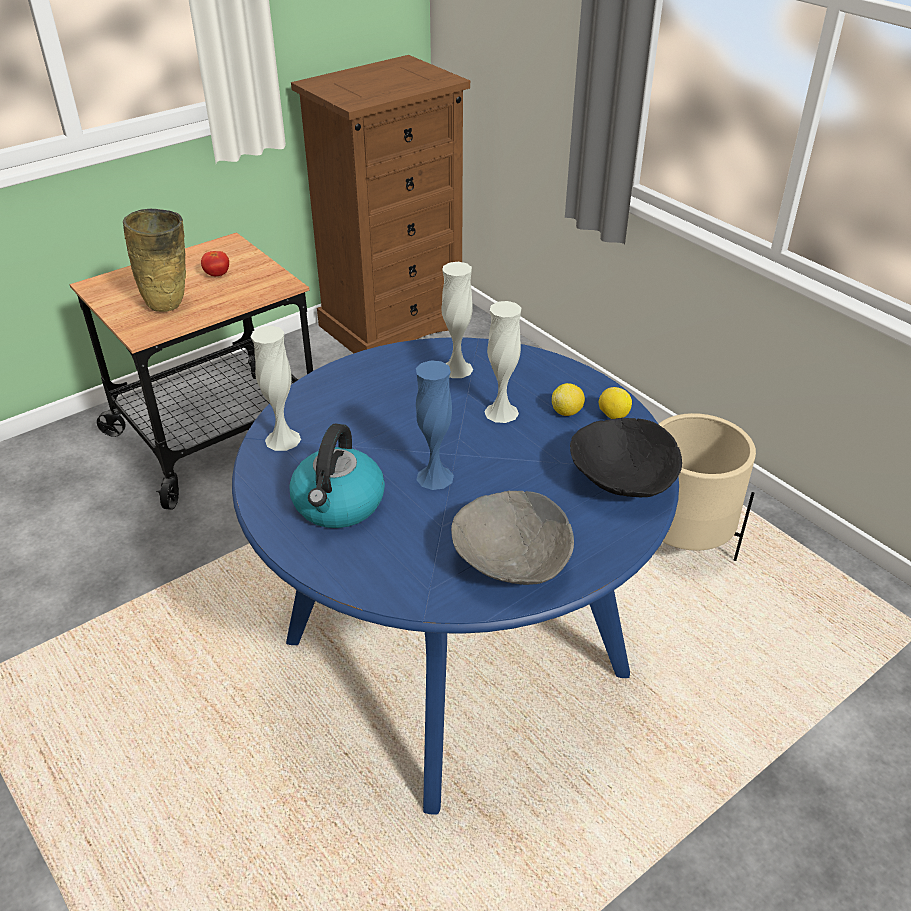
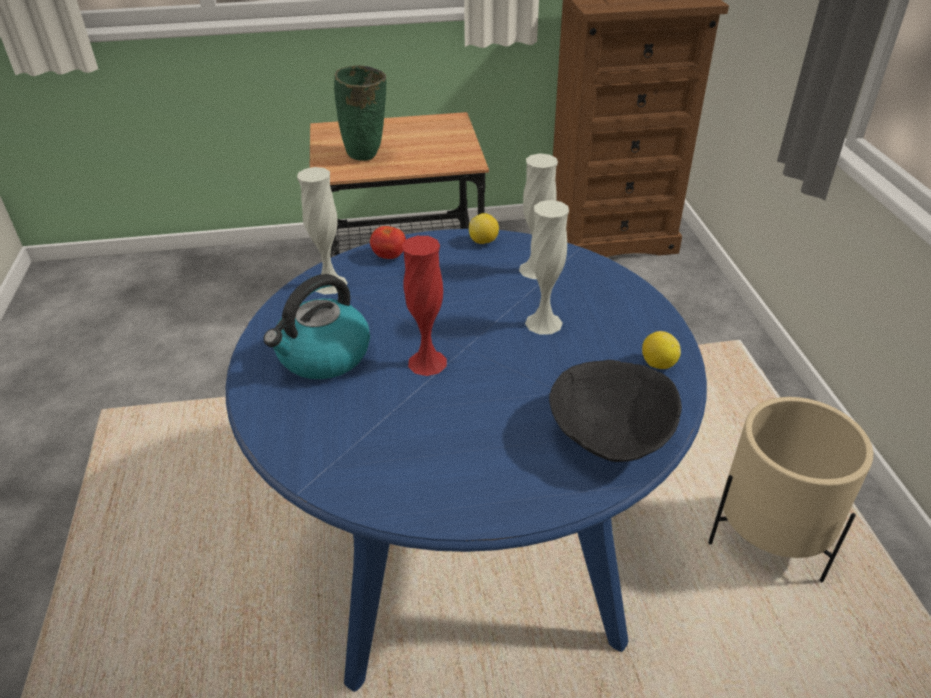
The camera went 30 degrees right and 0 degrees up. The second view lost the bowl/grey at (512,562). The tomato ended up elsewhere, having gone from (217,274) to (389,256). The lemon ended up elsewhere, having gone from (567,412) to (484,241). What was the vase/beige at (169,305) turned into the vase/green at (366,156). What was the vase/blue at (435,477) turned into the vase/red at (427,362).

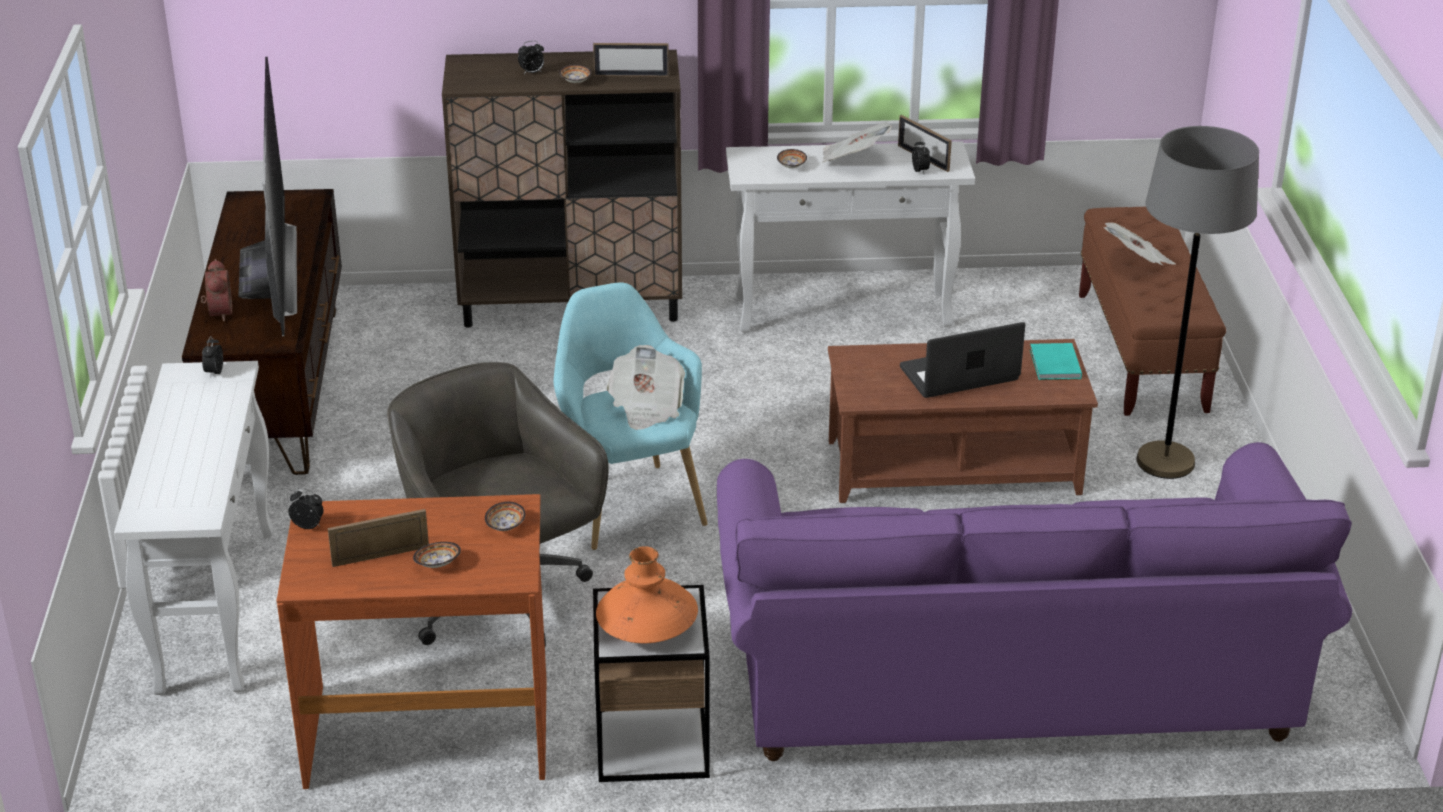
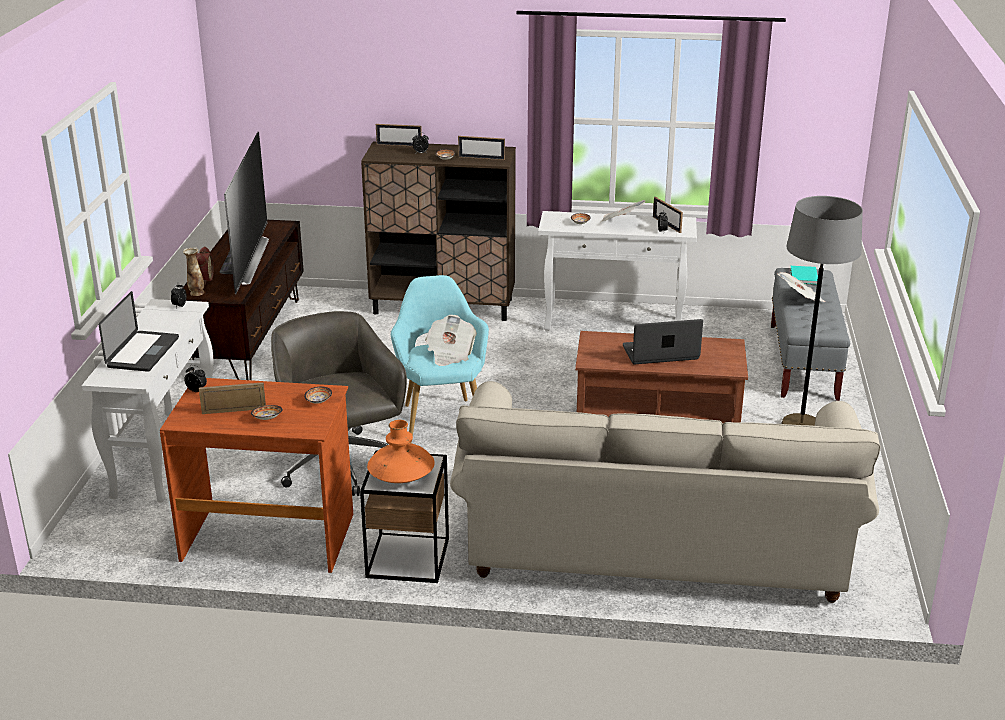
The camera went 10 degrees right and 5 degrees down. The second view gained the laptop at (143,352). The second view gained the vase at (196,293). The second view gained the picture frame at (399,145). The book/turquoise ended up elsewhere, having gone from (1054,365) to (803,277). What was the sofa/purple at (1007,678) turned into the sofa/beige at (654,544). What was the bench/brown at (1141,353) turned into the bench/grey at (803,362).

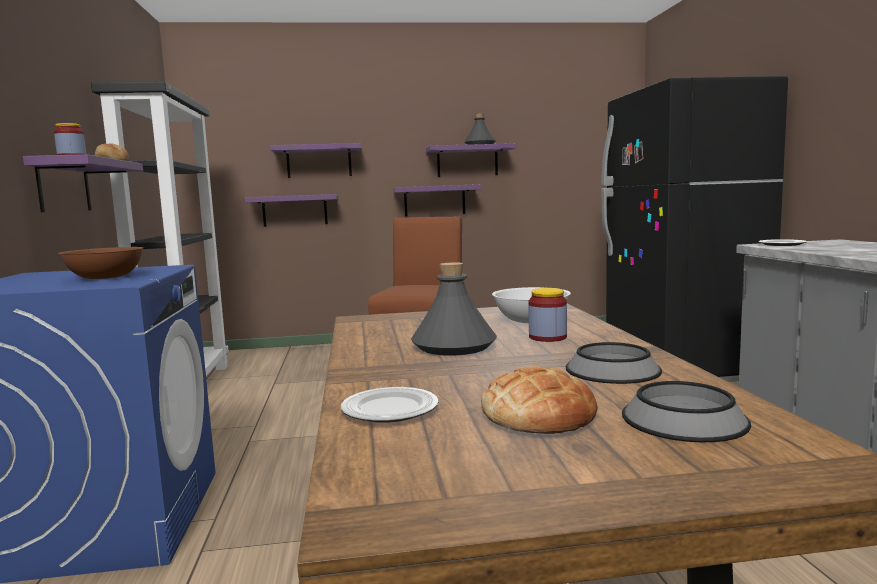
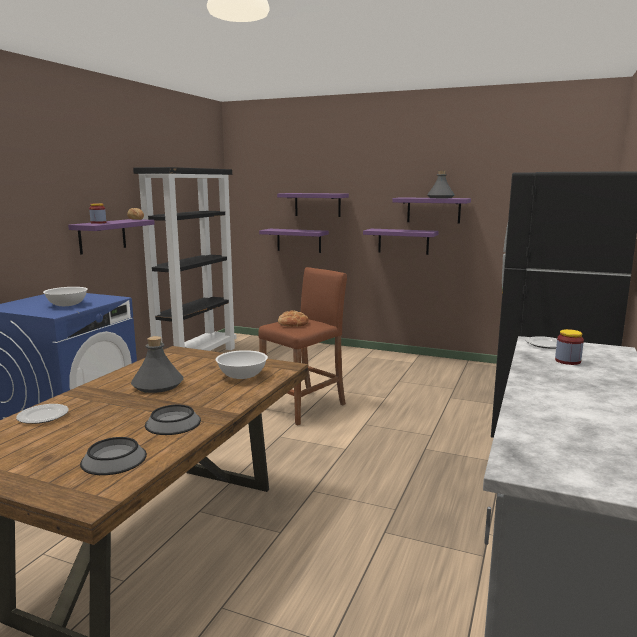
The camera went 30 degrees right and 5 degrees up. The bread ended up elsewhere, having gone from (538,415) to (293,323). The jar ended up elsewhere, having gone from (547,337) to (567,361). What was the bowl/brown at (105,277) turned into the bowl/white at (67,305).

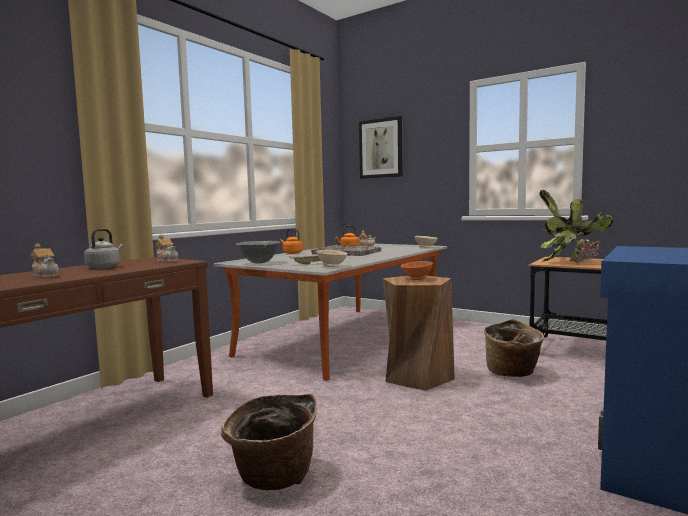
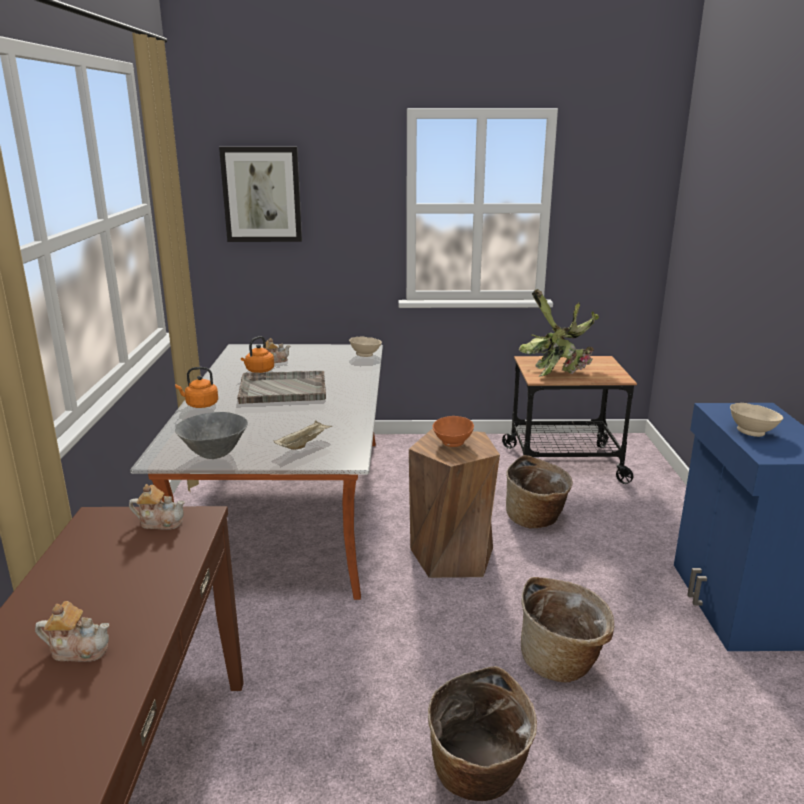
The camera went 35 degrees left and 15 degrees up. The second view lost the kettle/grey at (104,267). The second view gained the basket at (562,662). The bowl/beige ended up elsewhere, having gone from (332,266) to (753,432).

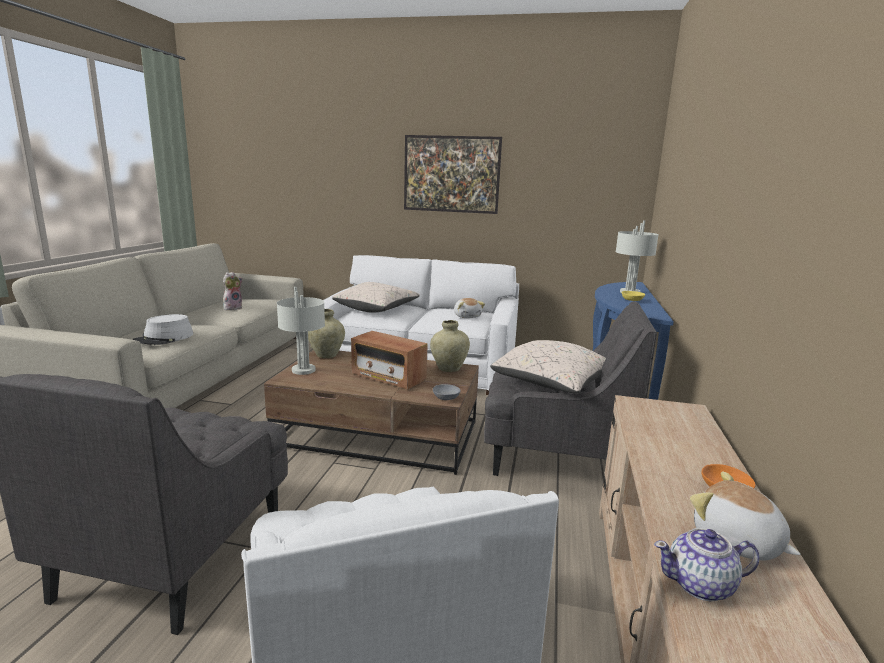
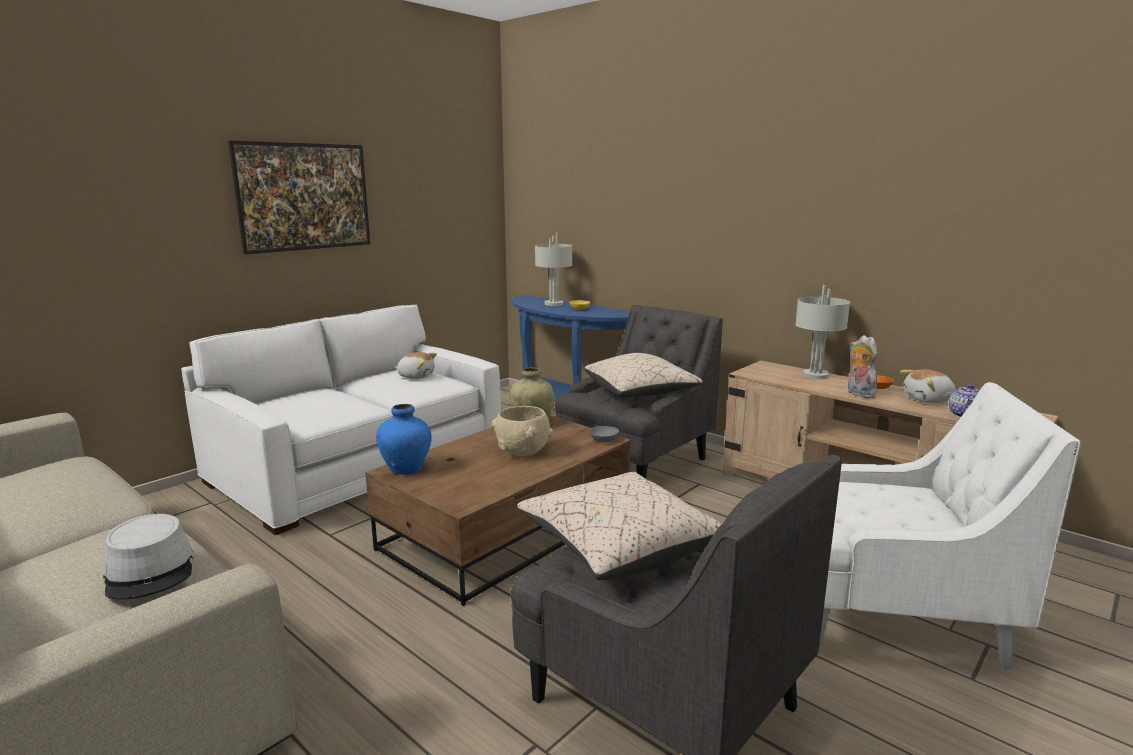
The camera went 60 degrees left and 0 degrees up. The plush toy ended up elsewhere, having gone from (233,308) to (858,394). The table lamp/grey ended up elsewhere, having gone from (304,370) to (815,375). The pillow/beige ended up elsewhere, having gone from (376,309) to (618,546). Where the radio stood at (388,377), the bowl/beige came to stand at (523,452). What was the vase/beige at (326,355) turned into the vase/blue at (406,469).

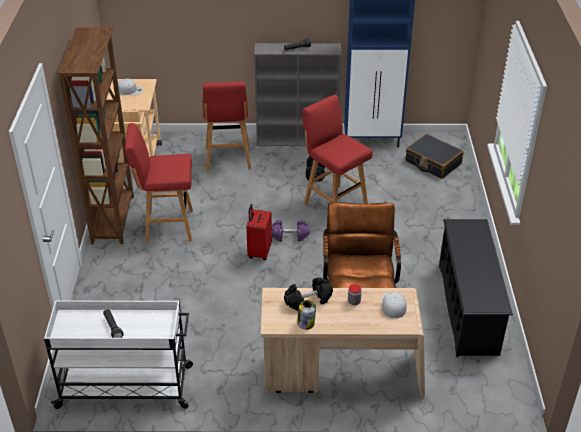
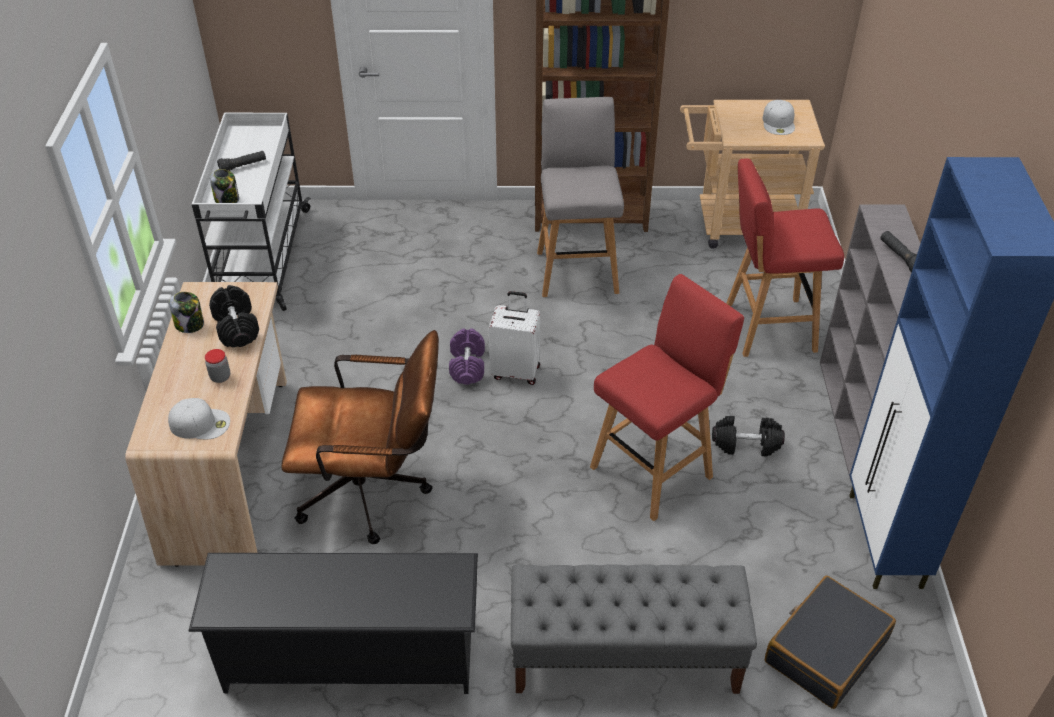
The camera went 90 degrees right and 5 degrees up. The second view gained the jar at (227,200). The second view gained the bench/grey at (624,657). The dumbbell/purple ended up elsewhere, having gone from (289,236) to (467,365). What was the stool/red at (167,226) turned into the stool/grey at (577,270). What was the suitcase/red at (259,252) turned into the suitcase/white at (516,371).

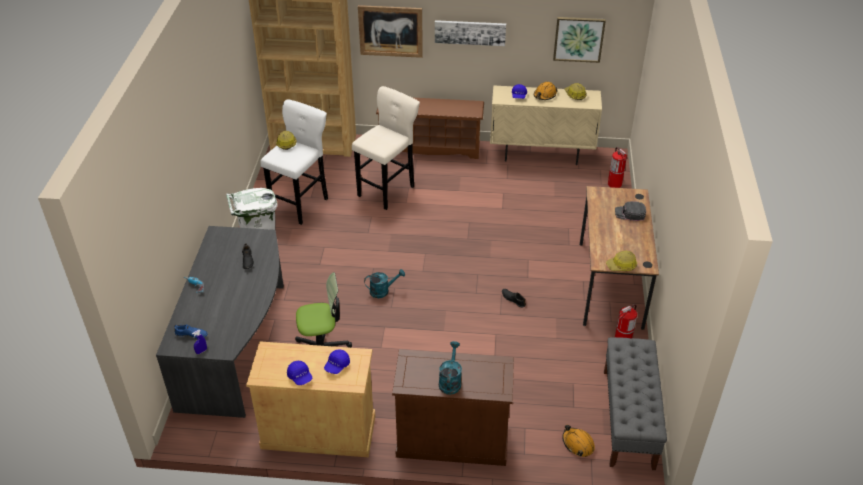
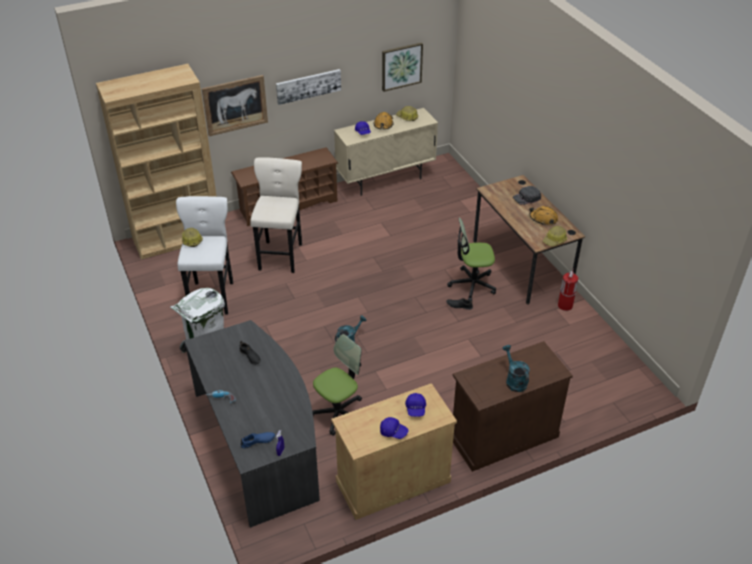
The camera went 30 degrees left and 0 degrees up. The second view lost the bench/grey at (628,418). The second view lost the fire extinguisher at (614,184). The second view gained the office chair at (472,284). The hard hat/orange ended up elsewhere, having gone from (578,444) to (543,219).

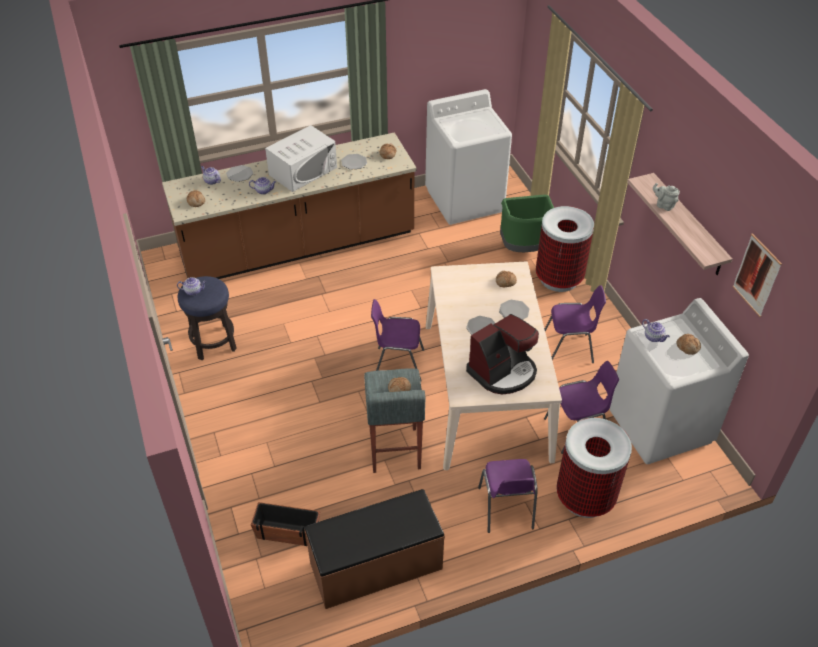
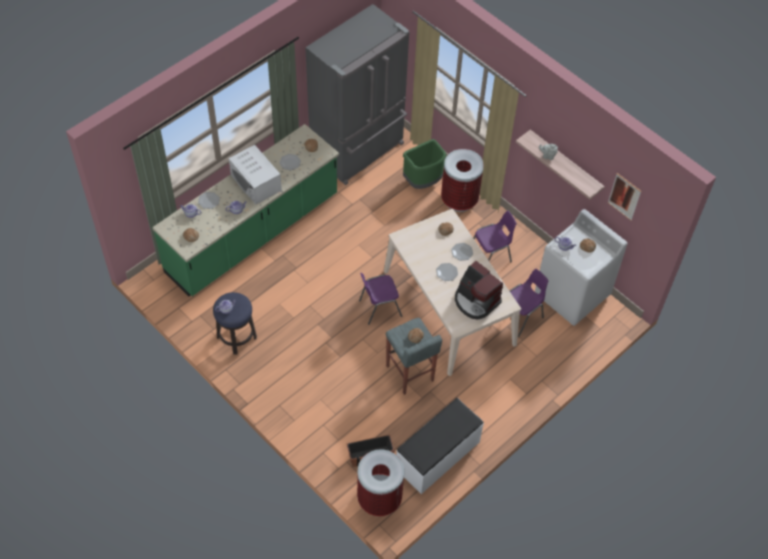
The camera went 25 degrees left and 10 degrees up. The second view lost the chair/purple at (506,509). The trash can ended up elsewhere, having gone from (585,497) to (379,499). Where the washing machine/white stood at (465,200), the fridge/grey came to stand at (359,150). What was the counter/brown at (298,247) turned into the counter/green at (253,234). What was the bench/brown at (376,566) turned into the bench/white at (438,456). The microwave/white at (303,171) ended up facing another way, 120 degrees clockwise from before. The coffee machine at (503,372) ended up facing another way, 105 degrees clockwise from before.

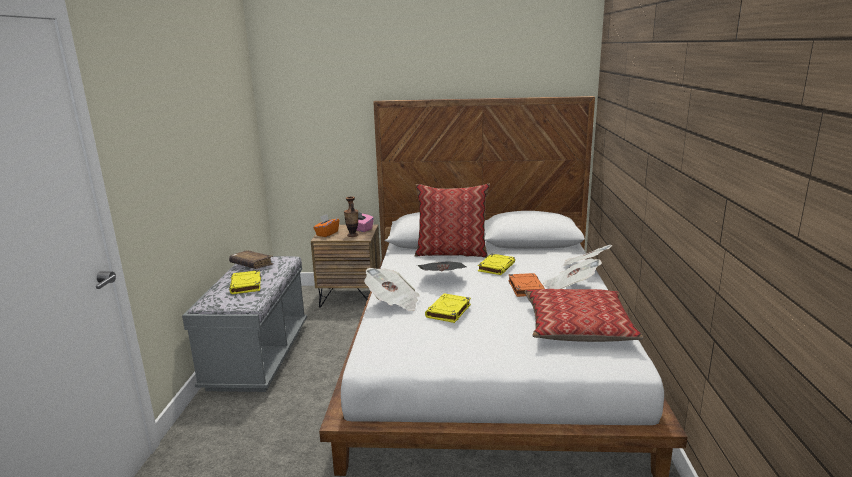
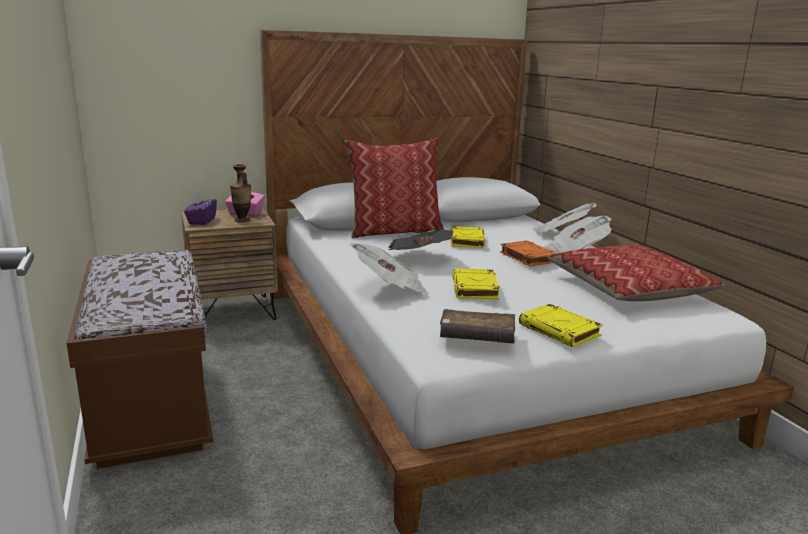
The camera went 25 degrees left and 0 degrees up. The book/brown ended up elsewhere, having gone from (251,265) to (477,337). The book/yellow ended up elsewhere, having gone from (246,285) to (560,330). What was the bench/grey at (258,357) turned into the bench/brown at (151,405). What was the tissue box/orange at (327,233) turned into the tissue box/purple at (201,221).

